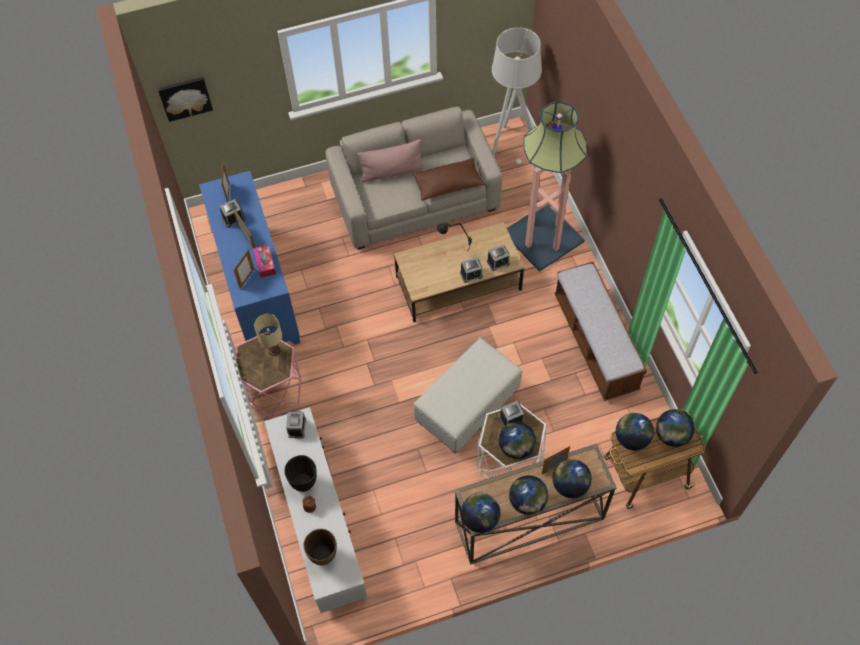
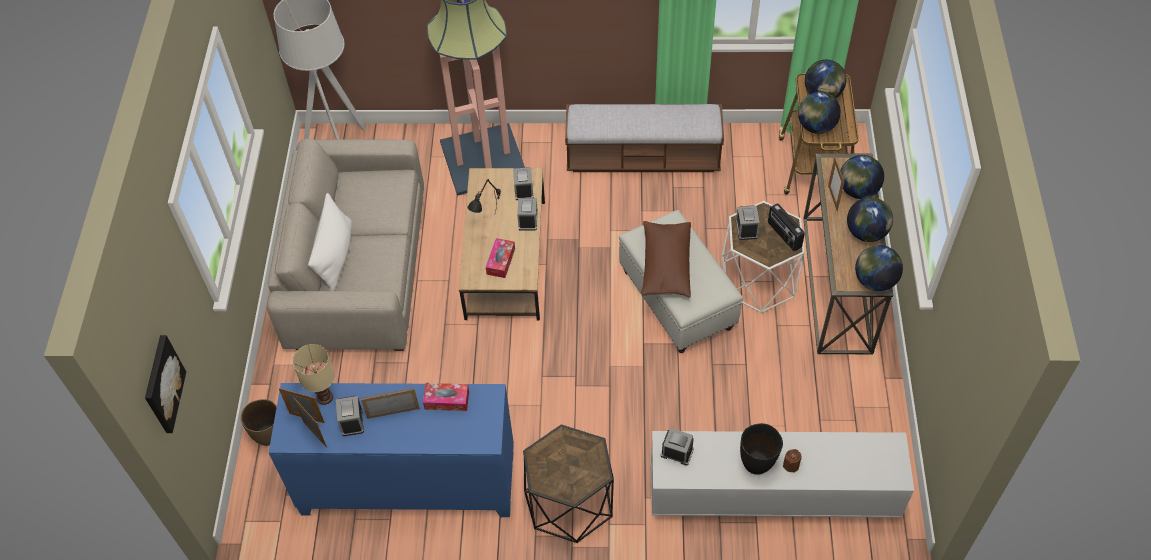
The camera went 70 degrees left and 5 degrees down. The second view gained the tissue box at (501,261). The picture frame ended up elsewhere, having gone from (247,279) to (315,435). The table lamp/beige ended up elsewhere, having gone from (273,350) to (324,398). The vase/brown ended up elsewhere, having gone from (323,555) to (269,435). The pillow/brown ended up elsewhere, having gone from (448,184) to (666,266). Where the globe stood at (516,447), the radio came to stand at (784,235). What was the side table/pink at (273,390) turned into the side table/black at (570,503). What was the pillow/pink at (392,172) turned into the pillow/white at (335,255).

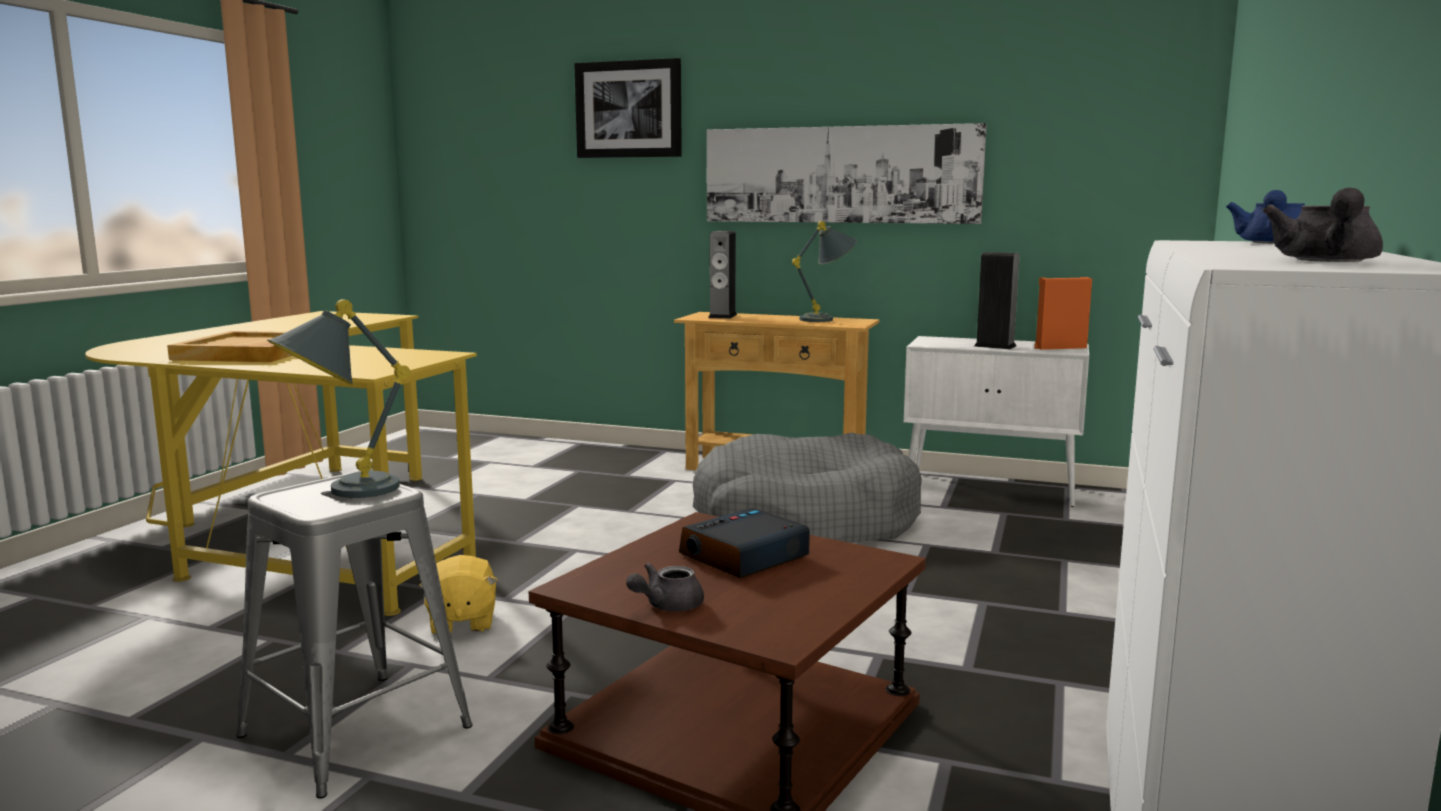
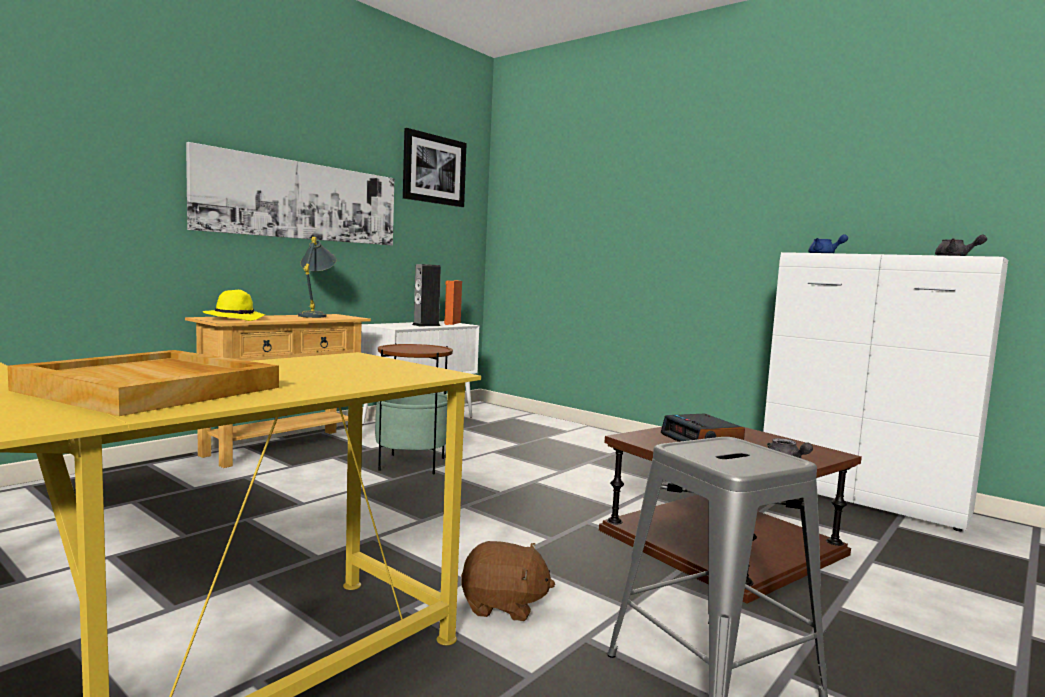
The camera went 70 degrees left and 5 degrees down. The second view lost the table lamp/grey at (340,493). The picture ended up elsewhere, having gone from (628,109) to (434,169). Where the dog bed/grey stood at (805,521), the side table came to stand at (412,464). Where the speaker stood at (722,316), the hat/yellow came to stand at (235,318). What was the plush toy/yellow at (461,622) turned into the plush toy/brown at (503,606).

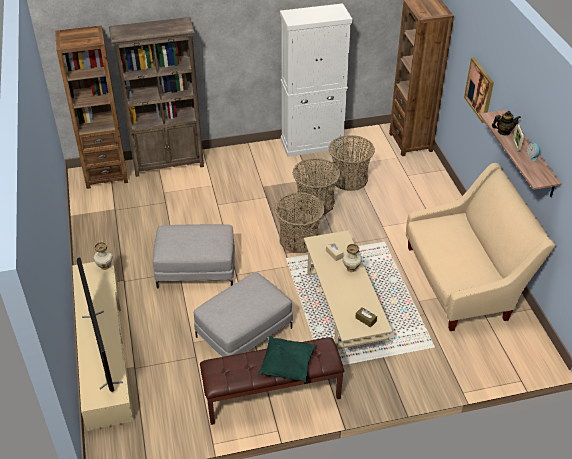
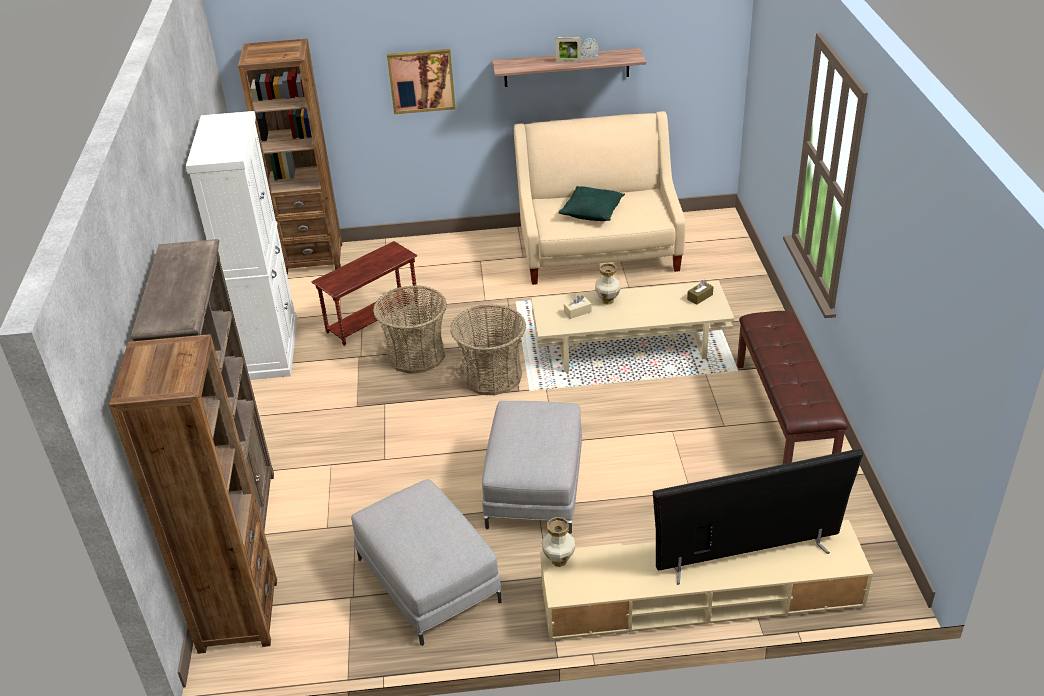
The camera went 80 degrees left and 5 degrees down. The second view lost the teapot at (503,132). The ottoman/grey ended up elsewhere, having gone from (244,331) to (427,580). The pillow/green ended up elsewhere, having gone from (287,364) to (592,212). Where the basket stood at (349,179), the side table/brown came to stand at (372,319).

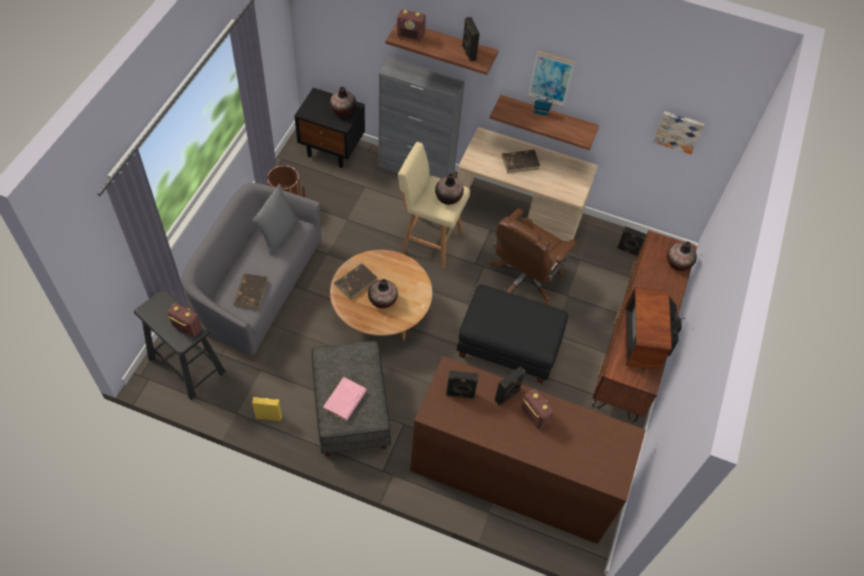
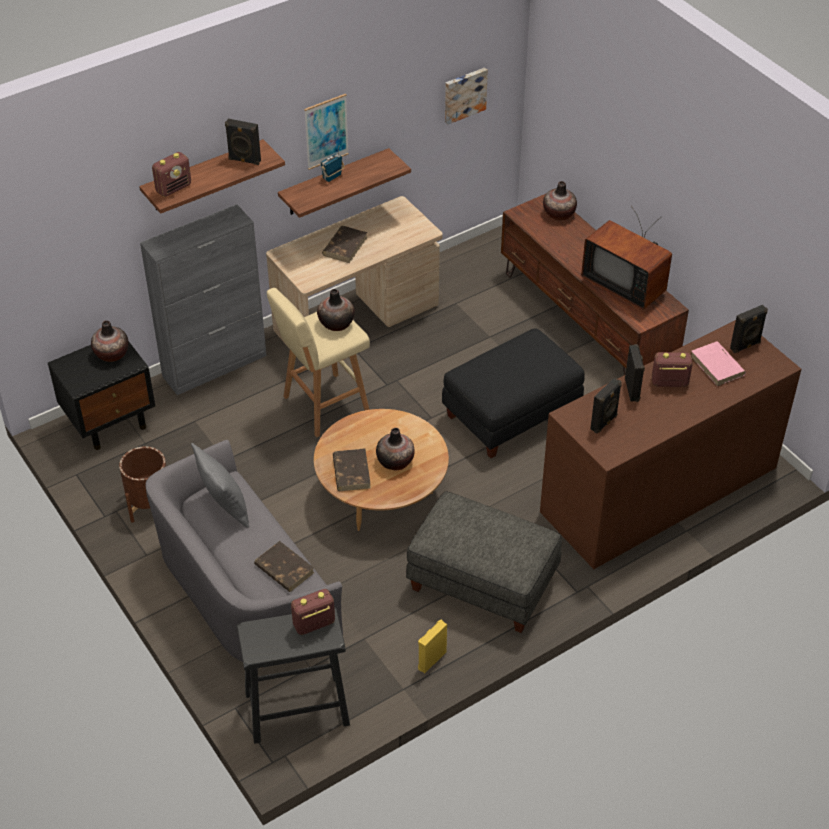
The camera went 50 degrees left and 10 degrees down. The second view lost the office chair/brown at (524,279). The book/pink ended up elsewhere, having gone from (345,400) to (717,366). The speaker/black ended up elsewhere, having gone from (627,251) to (745,346).

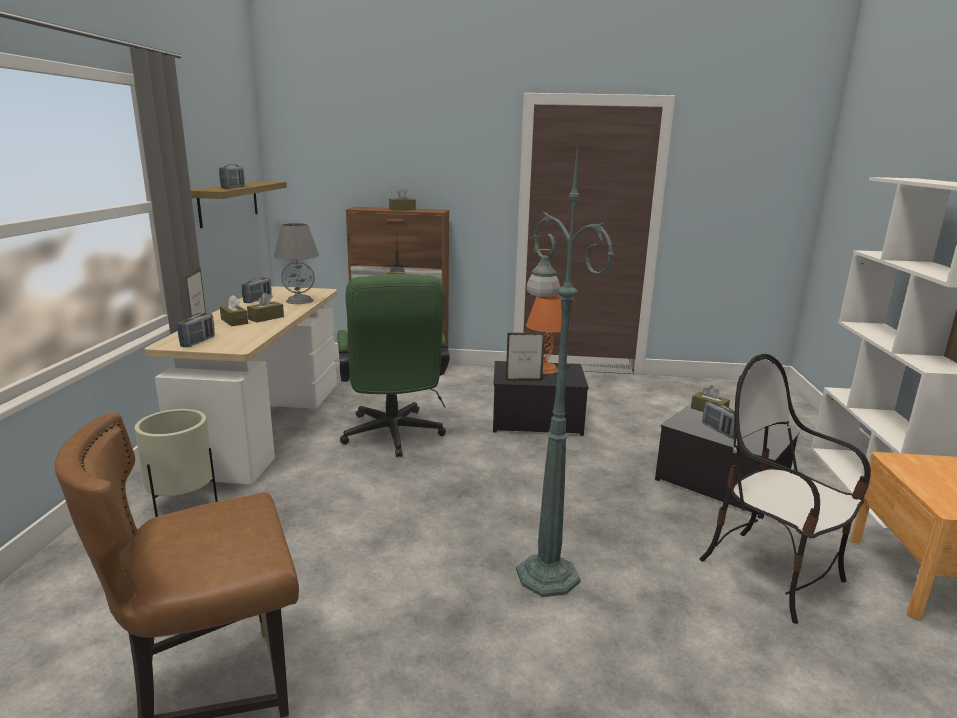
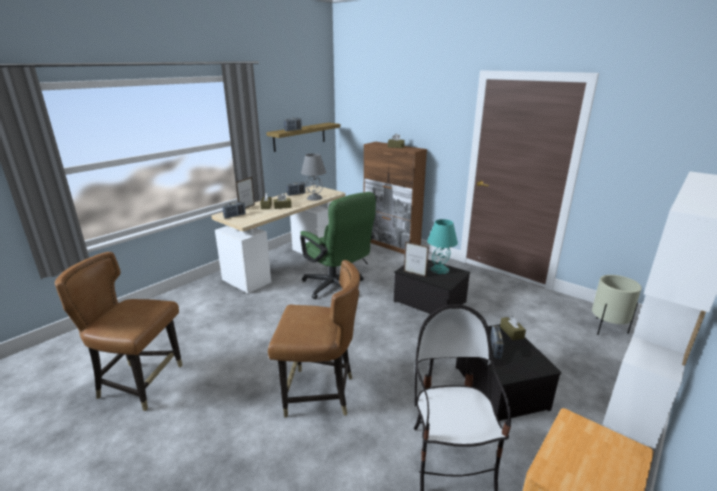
The camera went 35 degrees right and 5 degrees up. The planter/beige ended up elsewhere, having gone from (183,507) to (607,329). Where the floor lamp/green stood at (545,573), the chair/brown came to stand at (319,394). What was the table lamp/orange at (544,369) turned into the table lamp/turquoise at (440,269). The office chair/green at (393,437) ended up facing another way, 60 degrees counterclockwise from before.

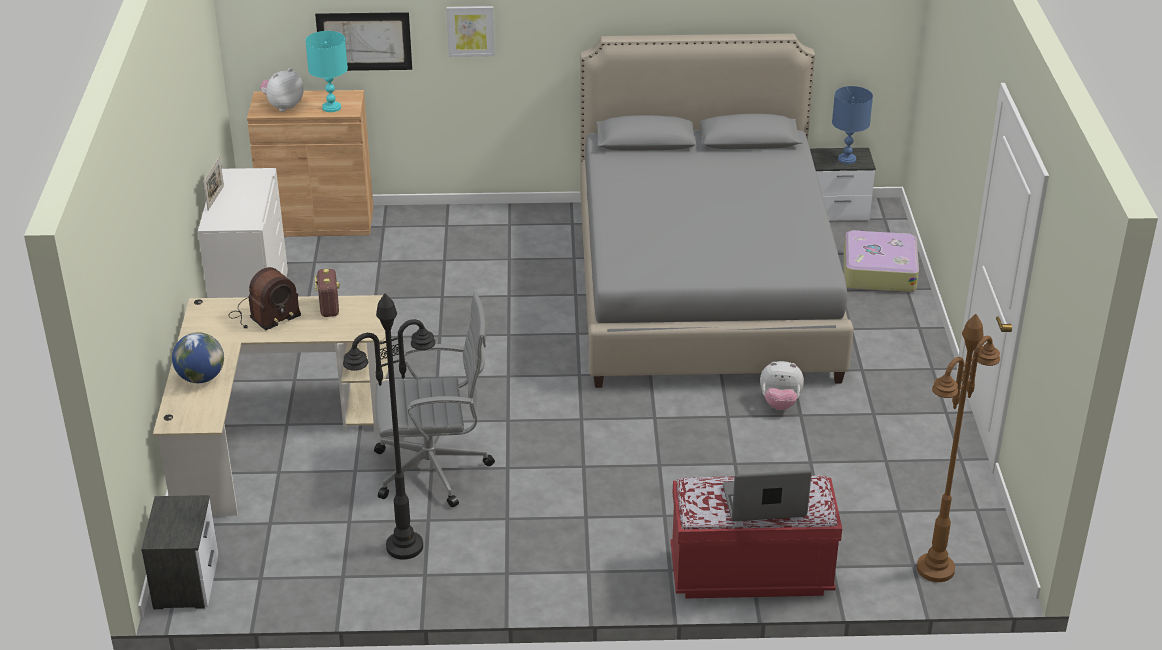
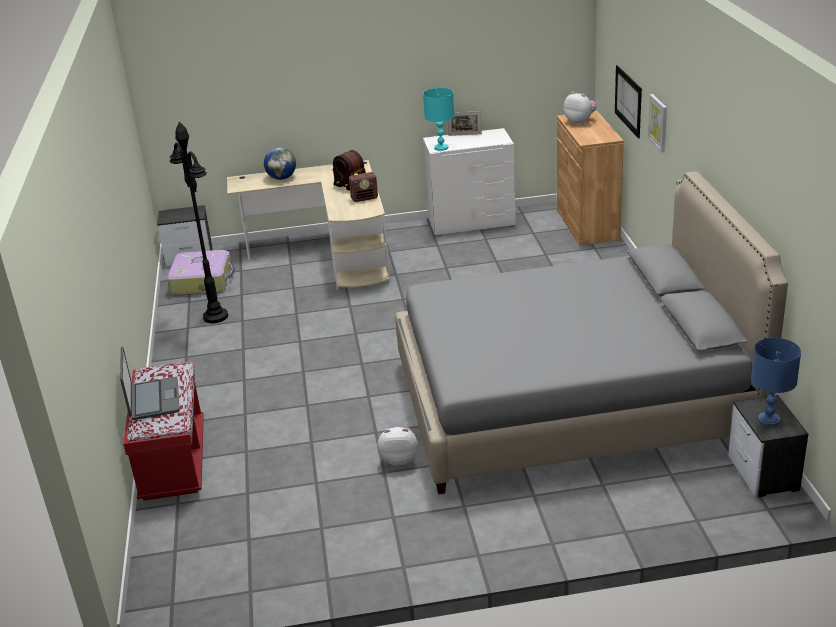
The camera went 85 degrees right and 5 degrees down. The second view lost the office chair/grey at (435,469). The second view lost the floor lamp/brown at (935,569). The table lamp/turquoise ended up elsewhere, having gone from (331,107) to (441,147). The suitcase ended up elsewhere, having gone from (878,272) to (202,281). The plush toy at (780,403) ended up facing another way, 90 degrees clockwise from before.

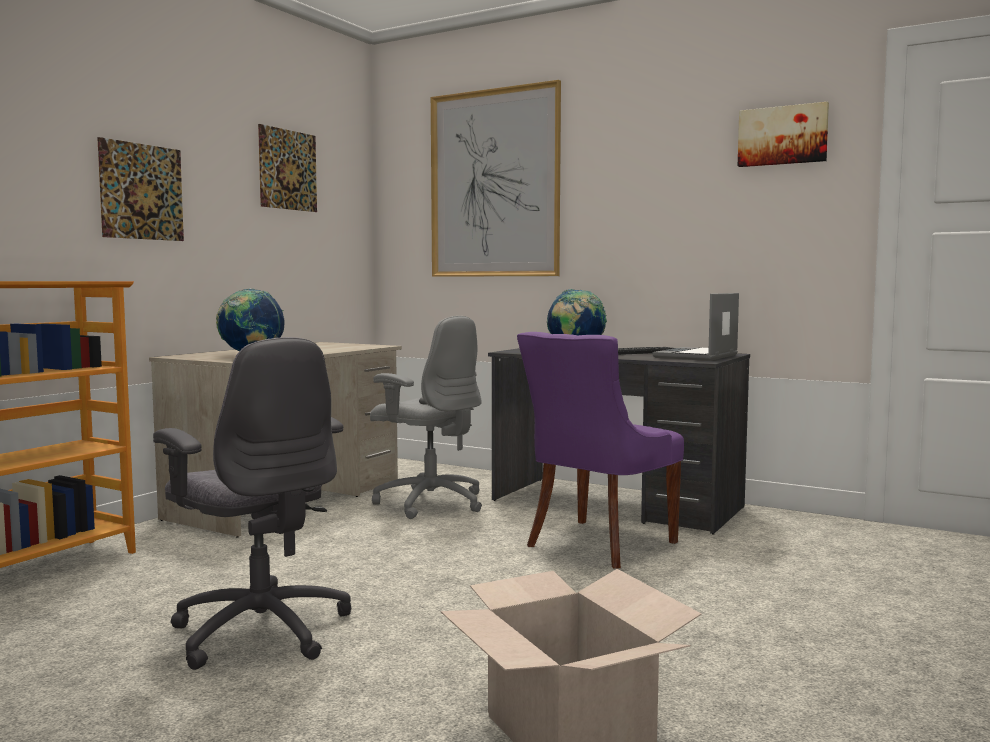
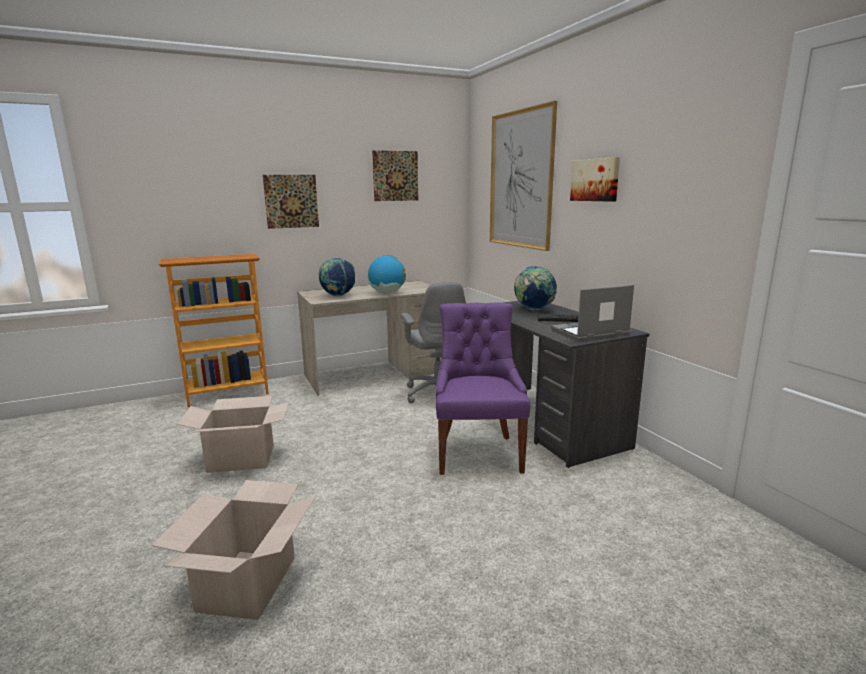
The camera went 35 degrees right and 10 degrees up. The second view gained the globe at (387,293). The picture ended up elsewhere, having gone from (782,136) to (595,180). Where the office chair/grey stood at (261,630), the cardboard box came to stand at (241,459). The chair/purple at (597,544) ended up facing another way, 105 degrees clockwise from before.

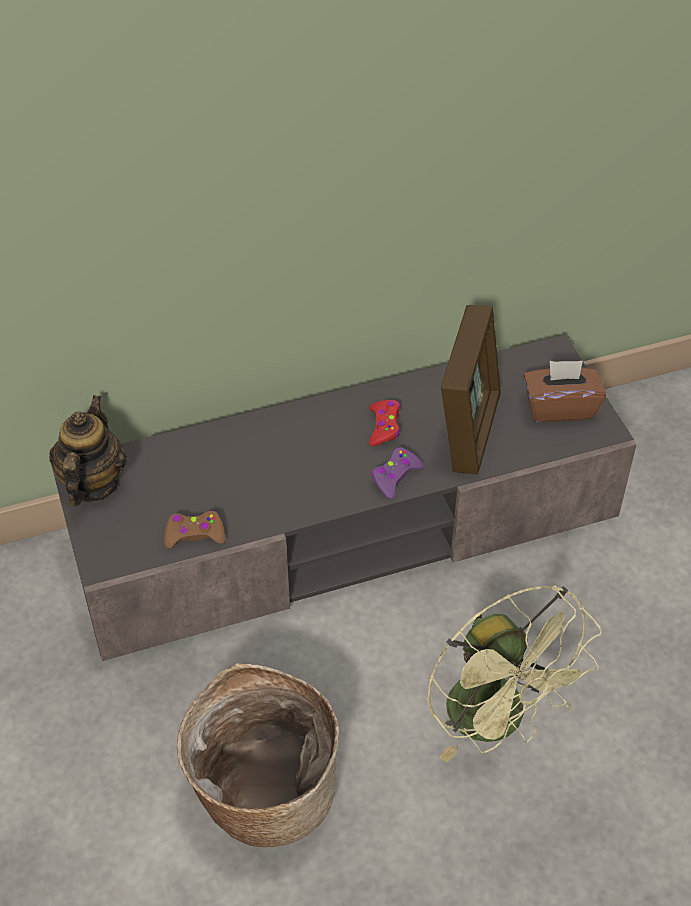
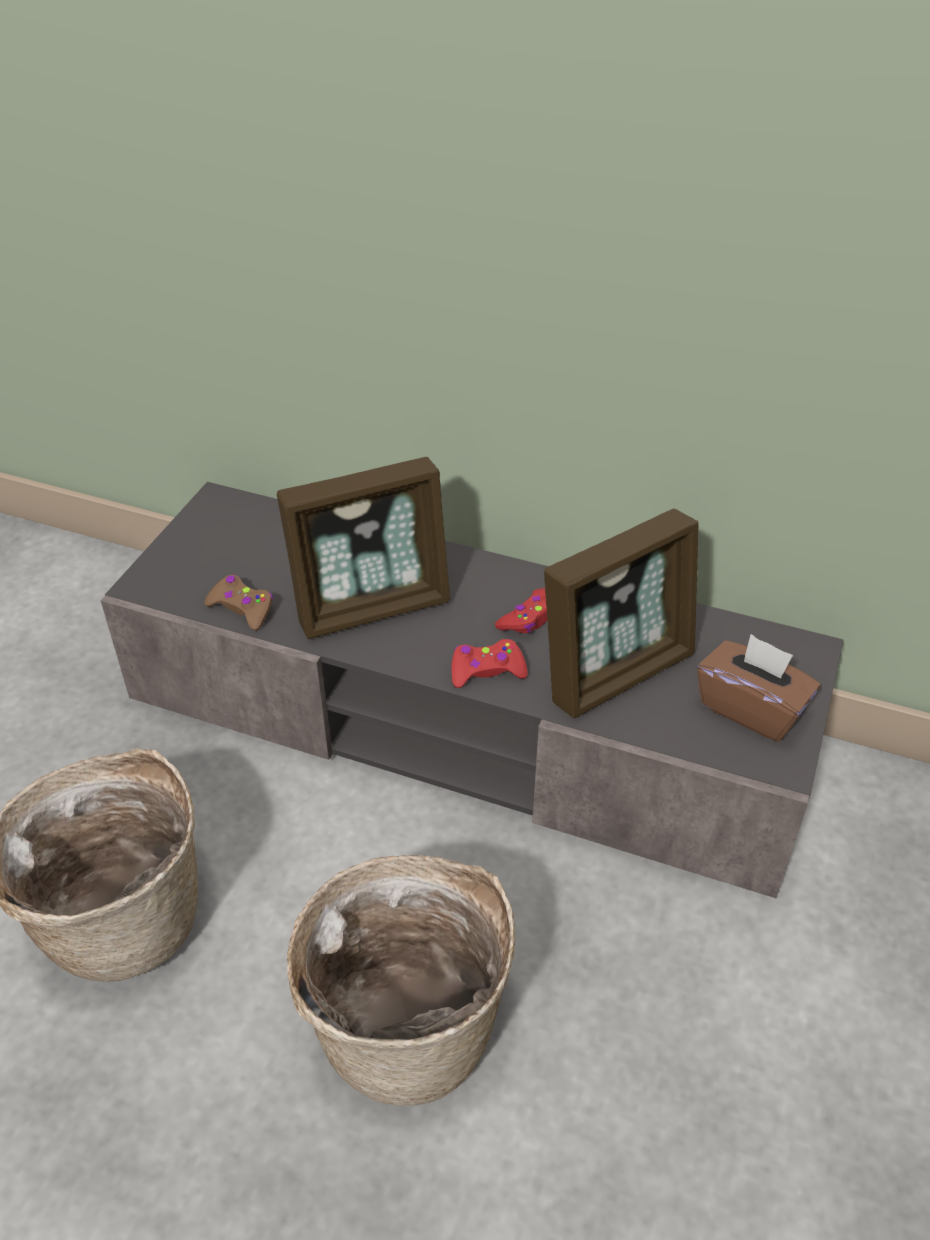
The camera went 40 degrees right and 5 degrees down. The second view lost the teapot at (92,484). The second view gained the picture frame at (372,606). Where the fan/green stood at (498,722), the basket came to stand at (409,1021). What was the game controller/purple at (395,477) turned into the game controller/red at (486,670).

